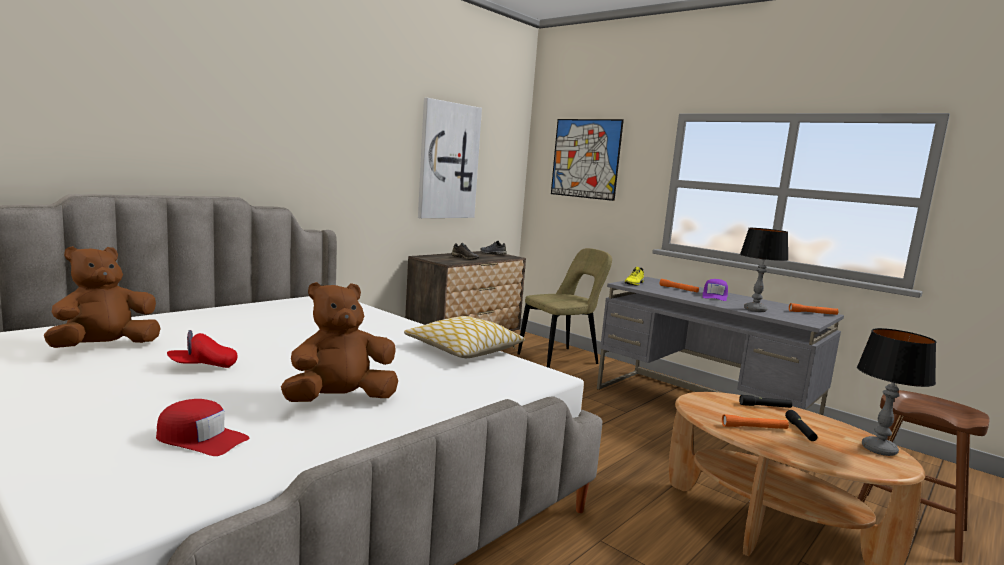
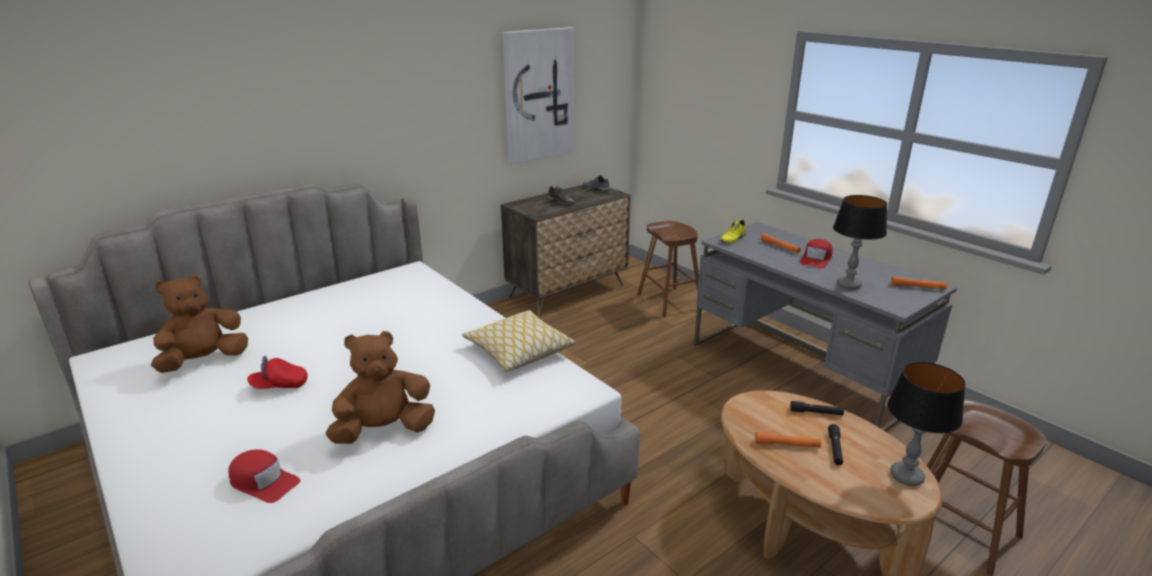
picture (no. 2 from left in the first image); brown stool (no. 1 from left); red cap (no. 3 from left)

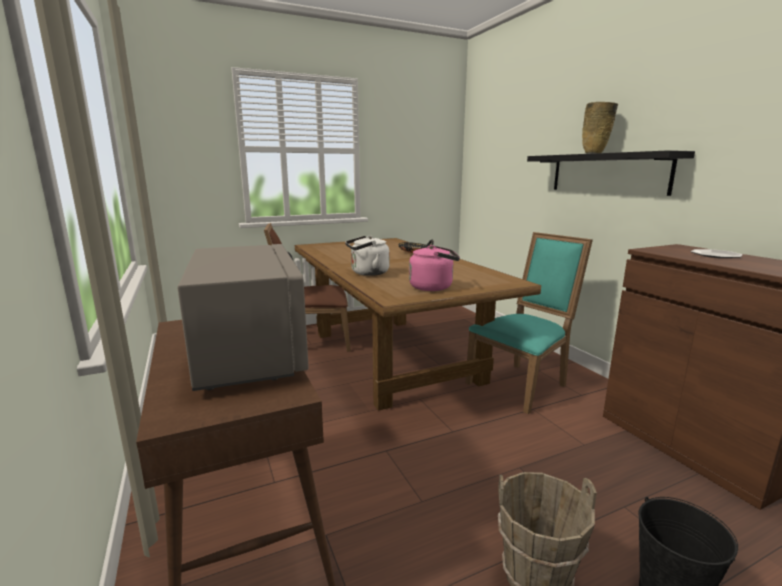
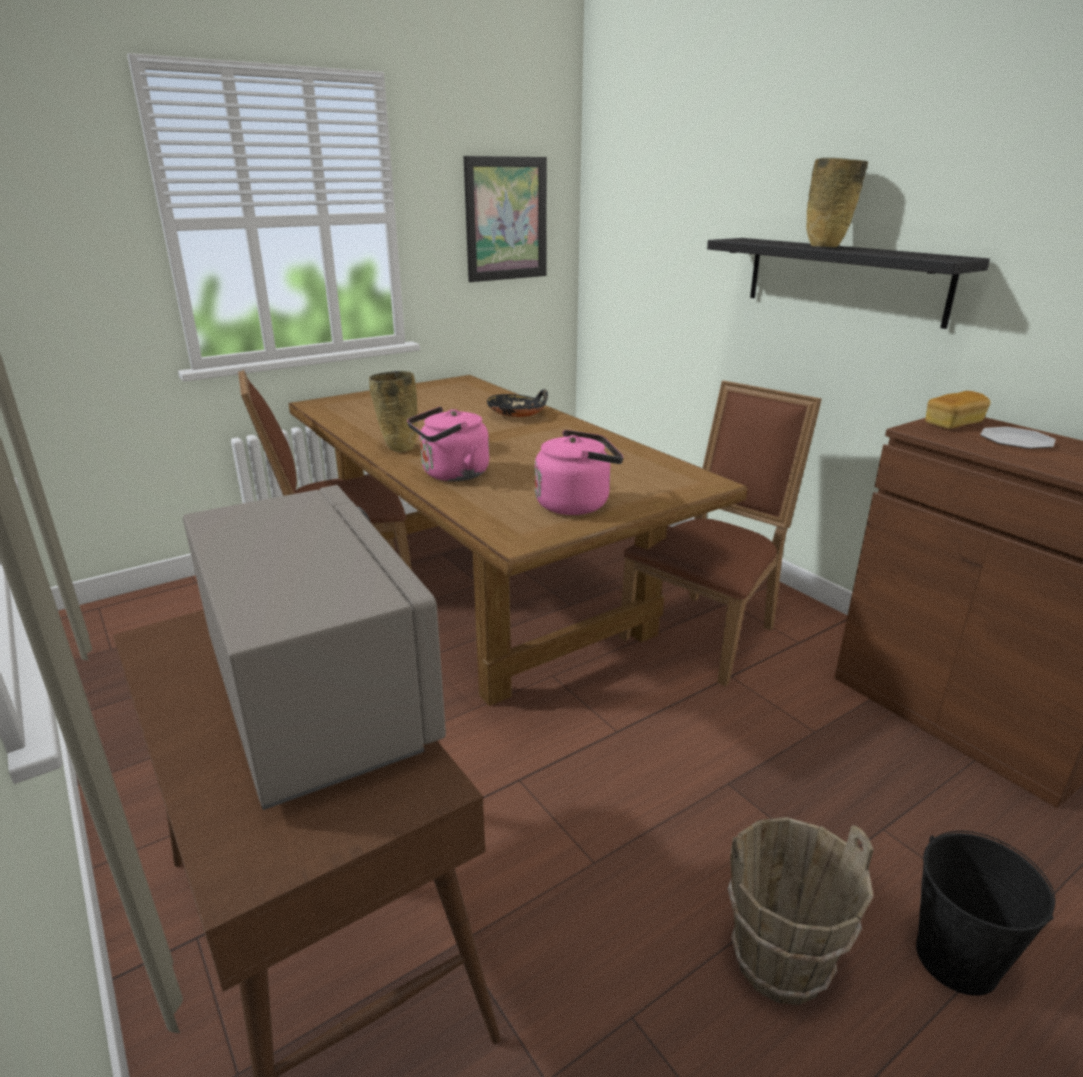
brown chair (no. 2 from left); pink kettle (no. 1 from left); picture; beige vase (no. 1 from left); bread

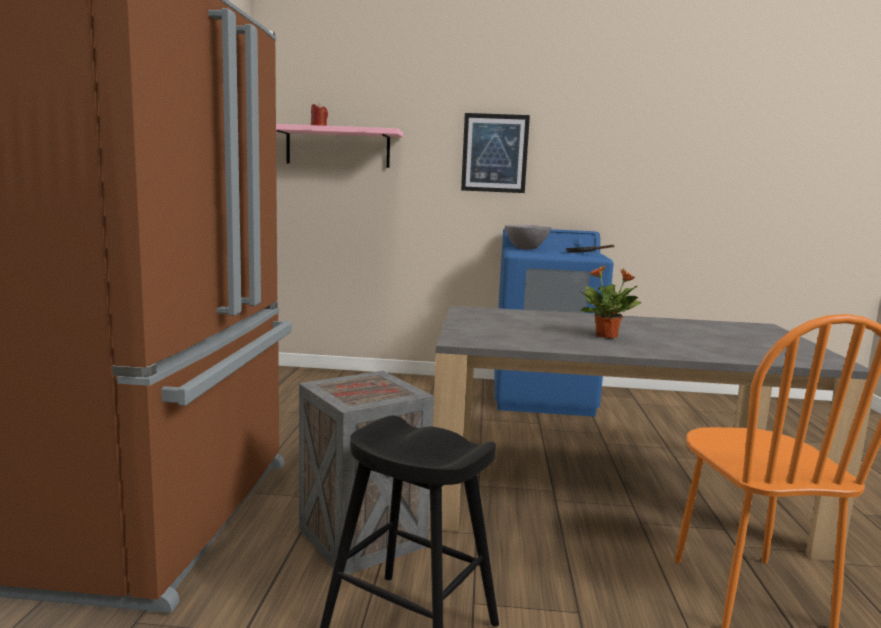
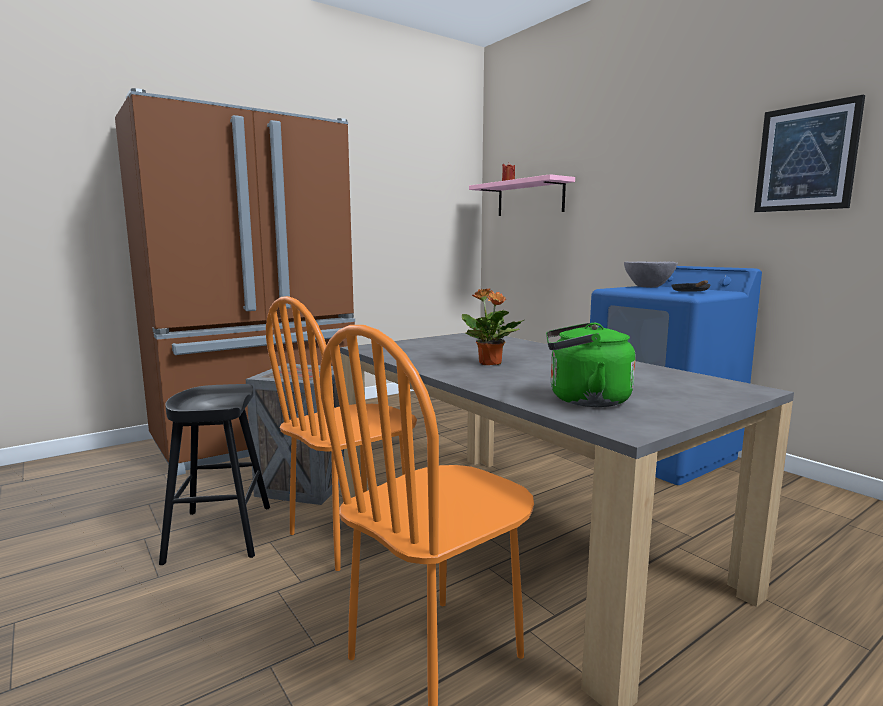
picture; orange chair (no. 1 from left); green kettle

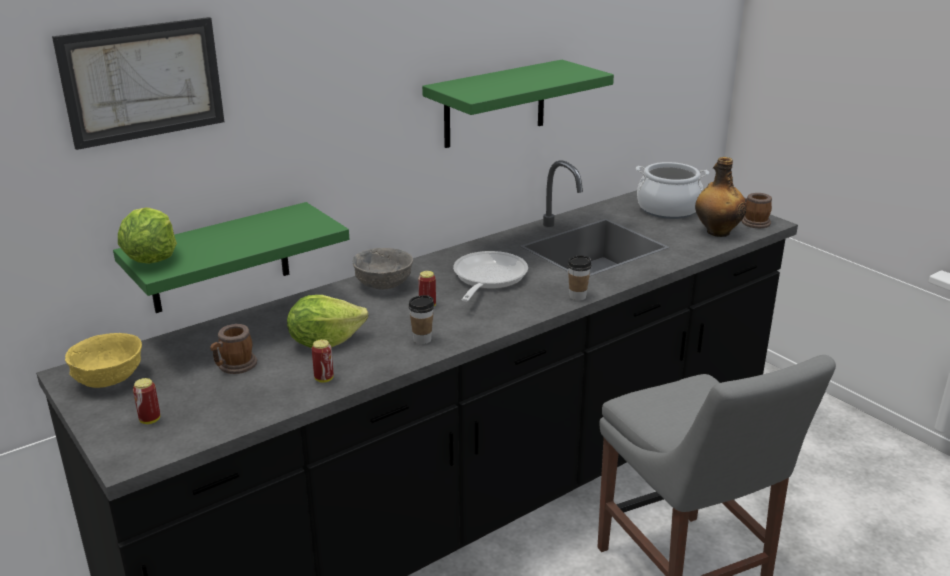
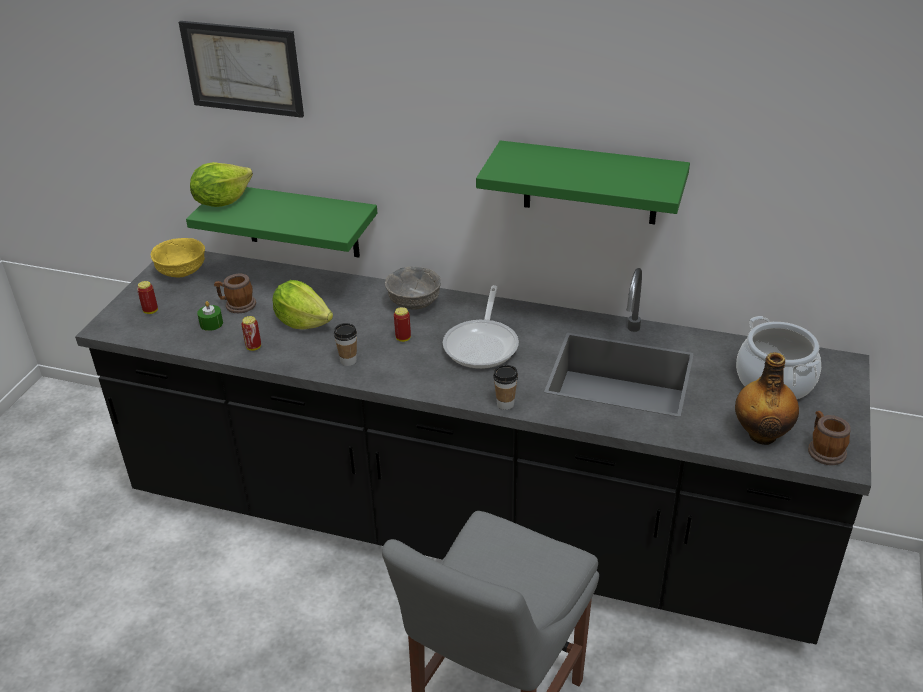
frying pan; green candle

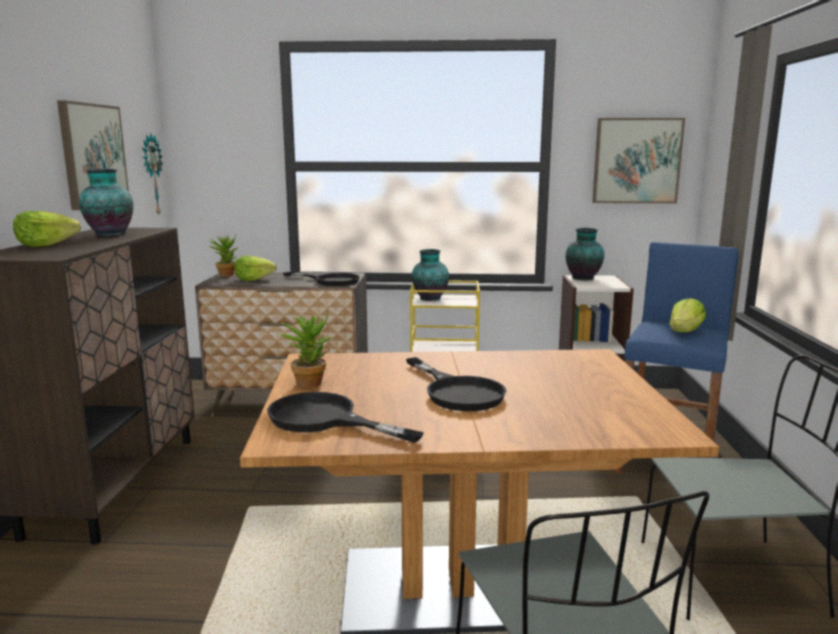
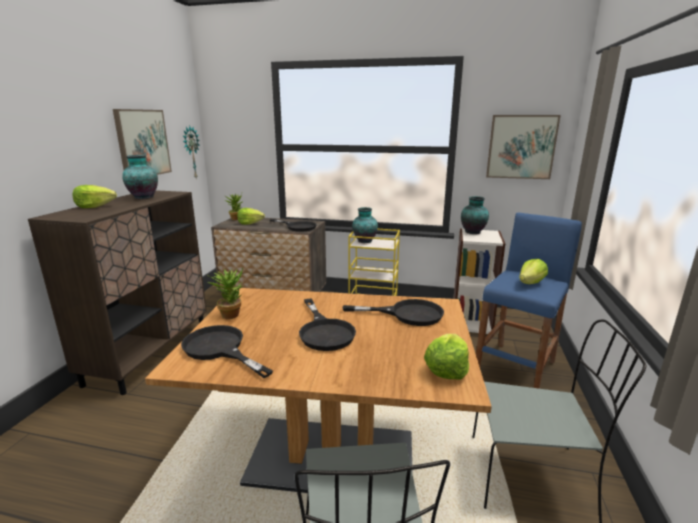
black frying pan (no. 4 from left); lettuce (no. 3 from left)

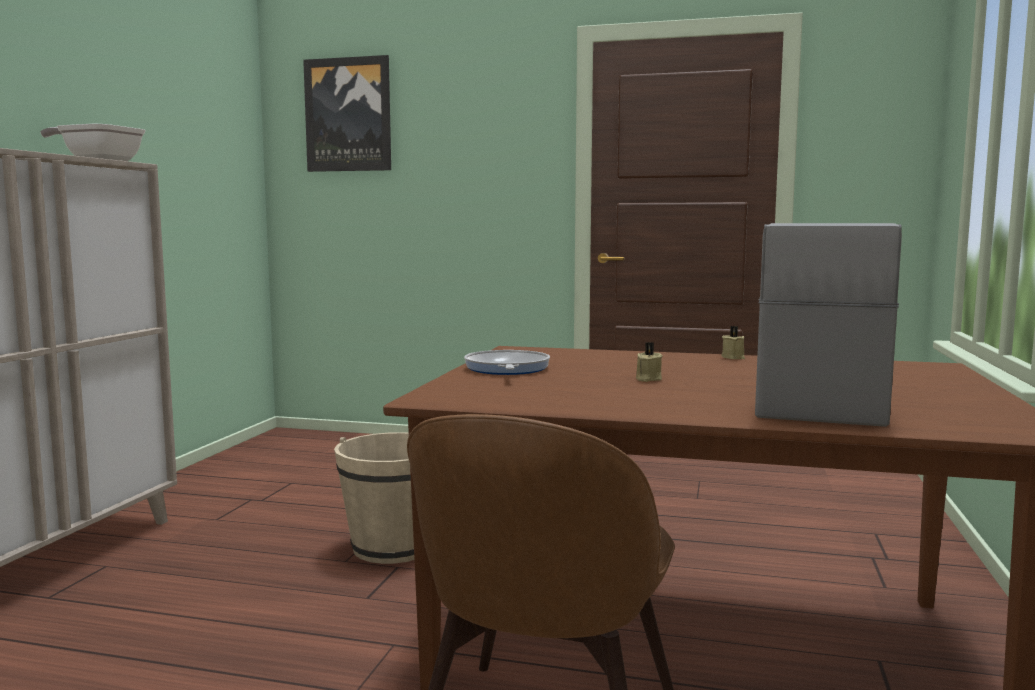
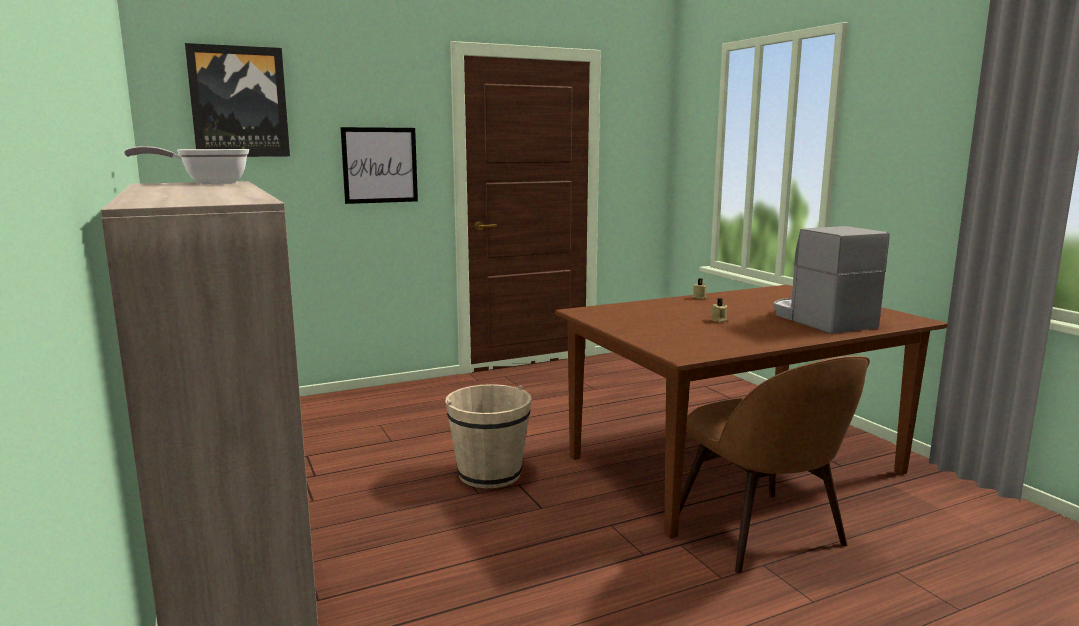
frying pan (no. 2 from left in the first image); picture (no. 2 from left)

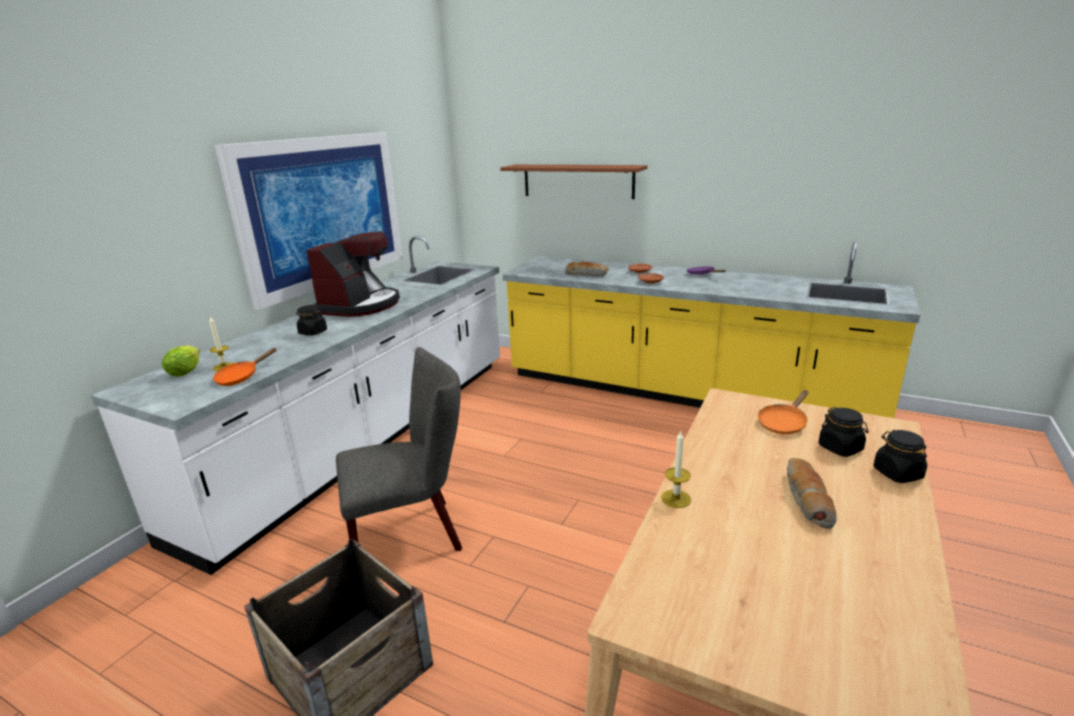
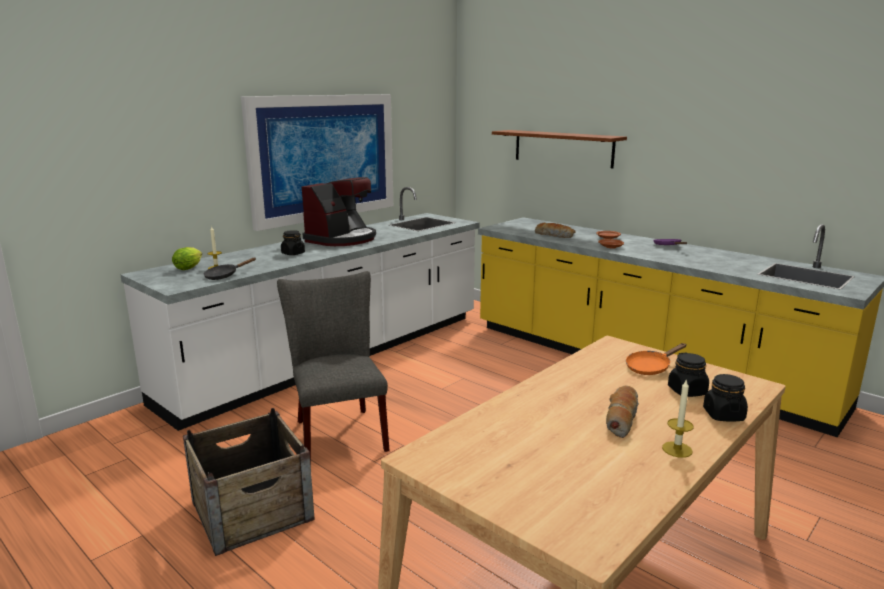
grey chair; black frying pan; candle (no. 2 from left)

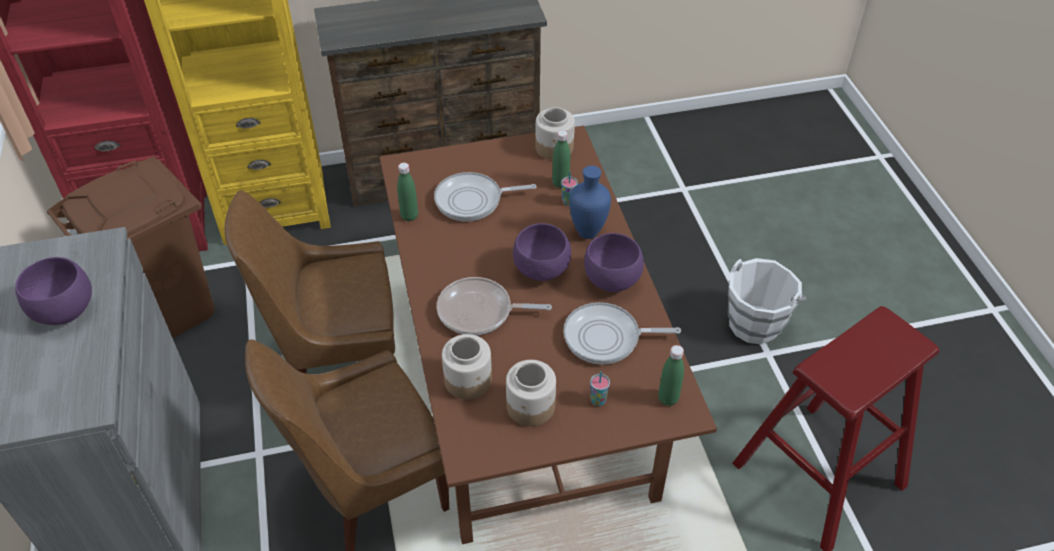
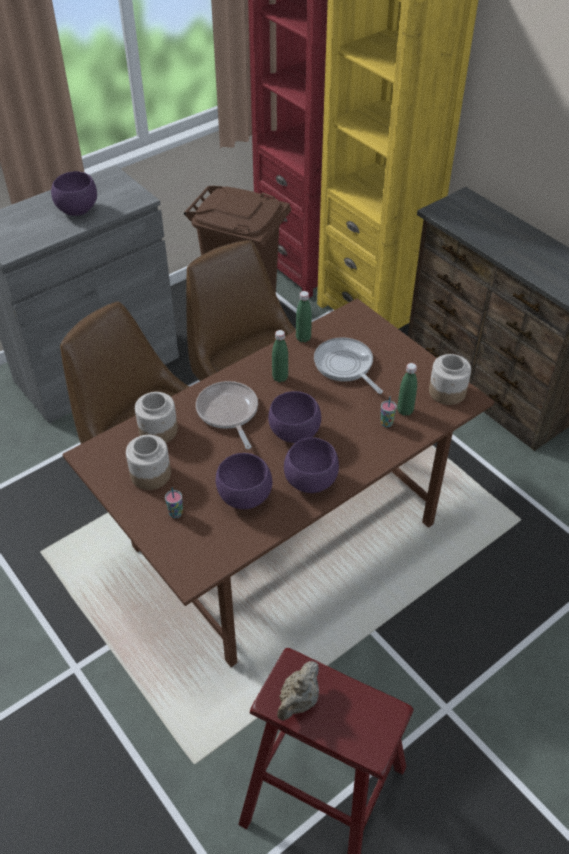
blue vase; white bucket; purple bowl (no. 2 from left); green bottle (no. 1 from left); beige teapot

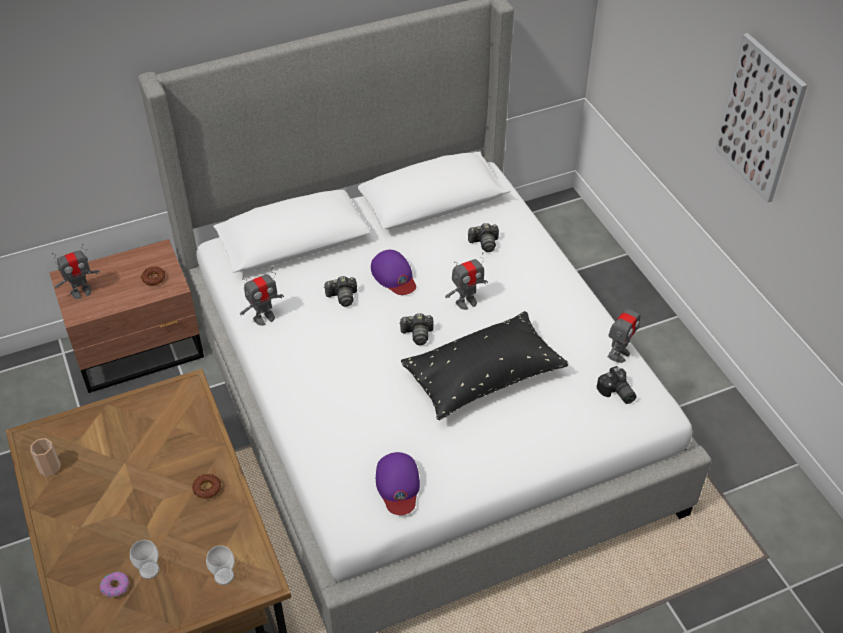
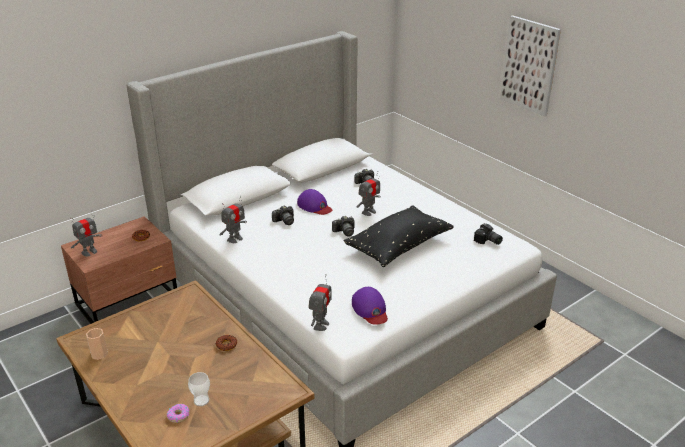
toy robot (no. 3 from left); cup (no. 3 from left in the first image)

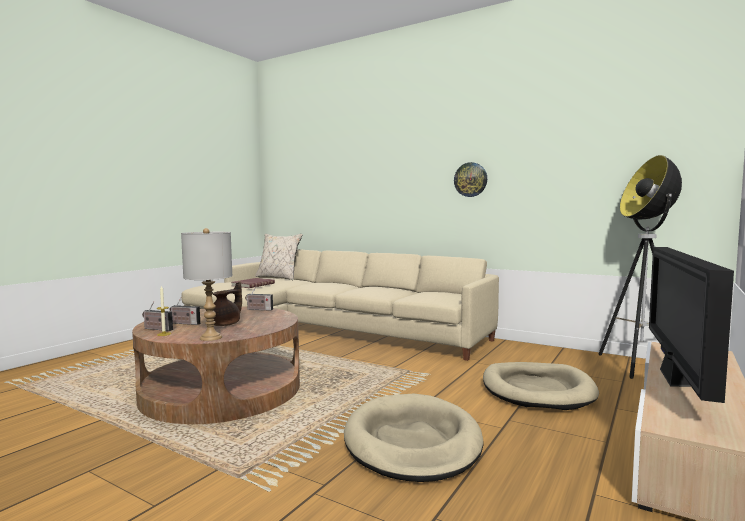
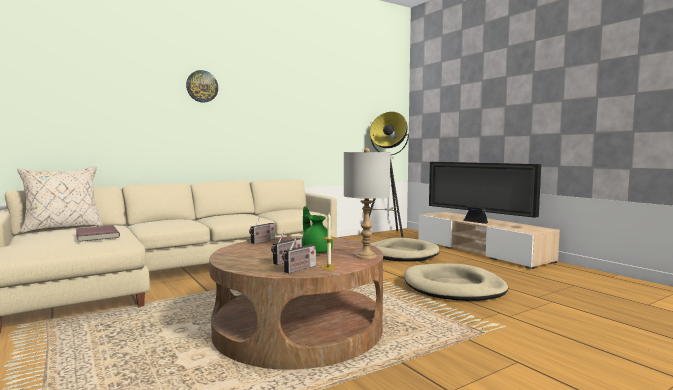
wall clock; green teapot

